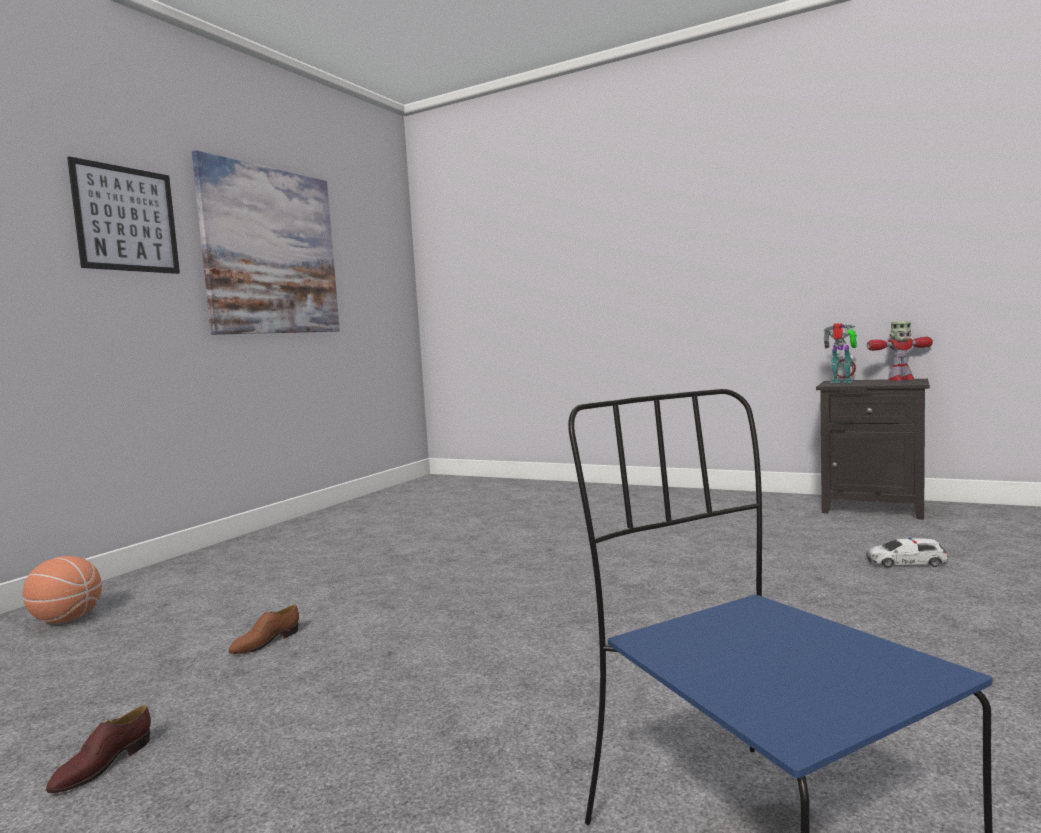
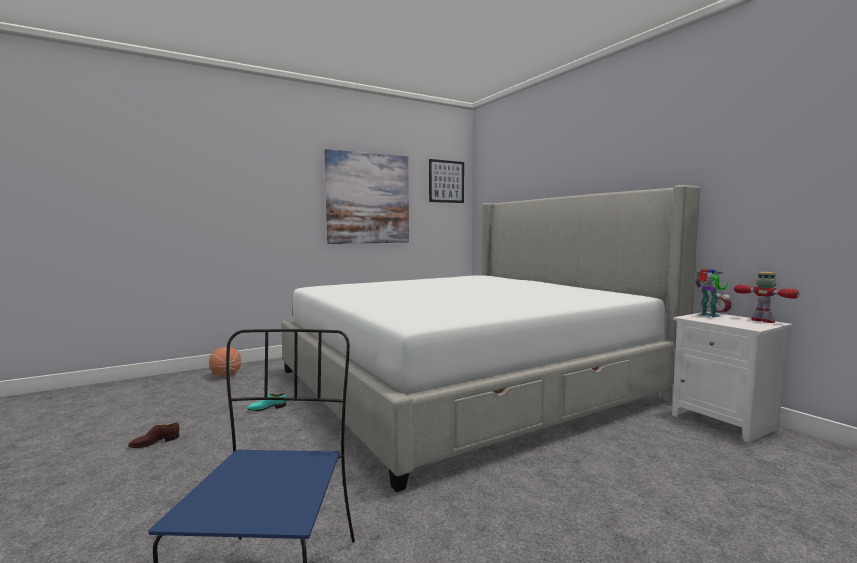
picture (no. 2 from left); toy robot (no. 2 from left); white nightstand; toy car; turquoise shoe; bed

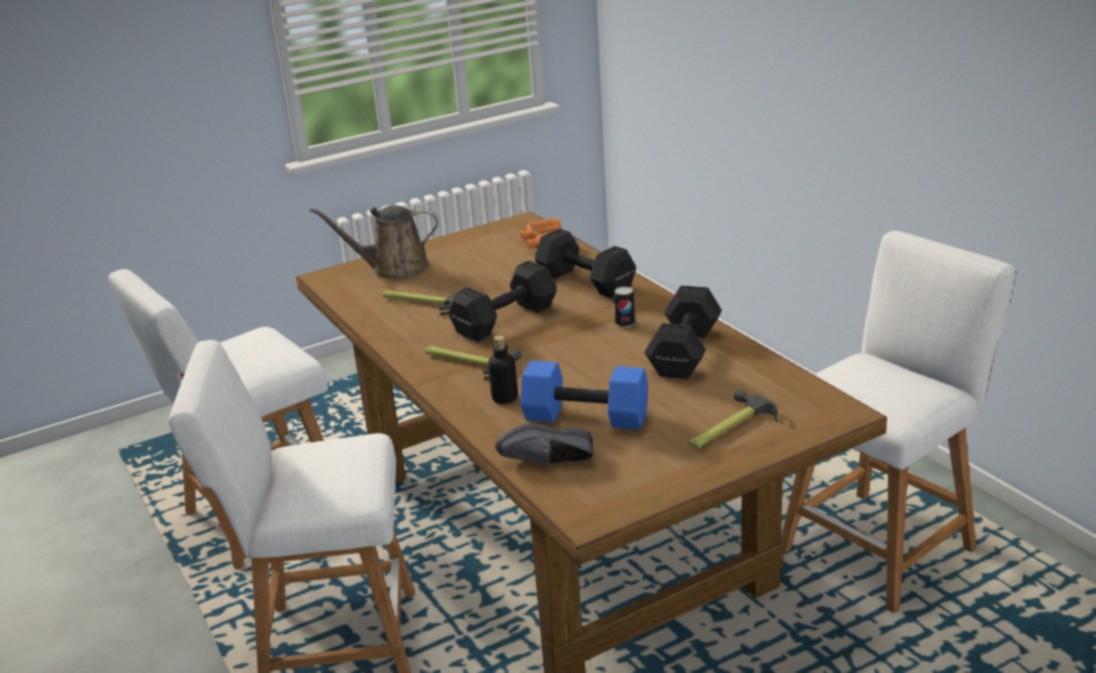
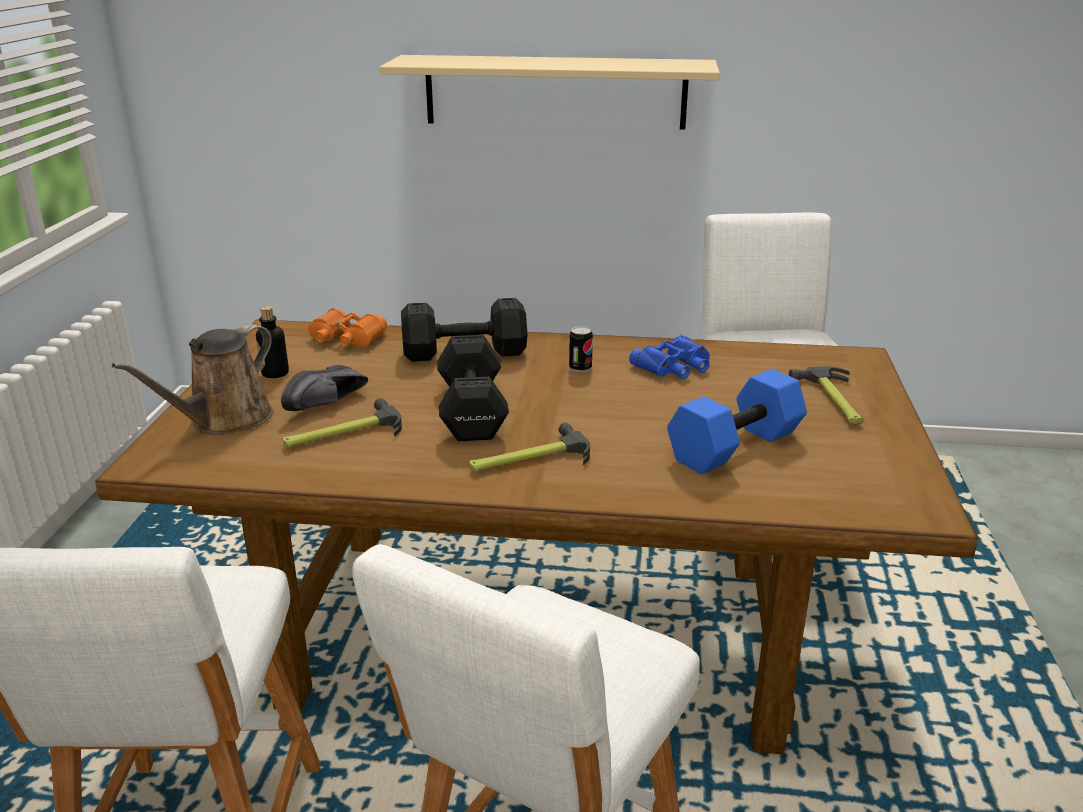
blue binoculars; bottle; black shoe; beige shelf

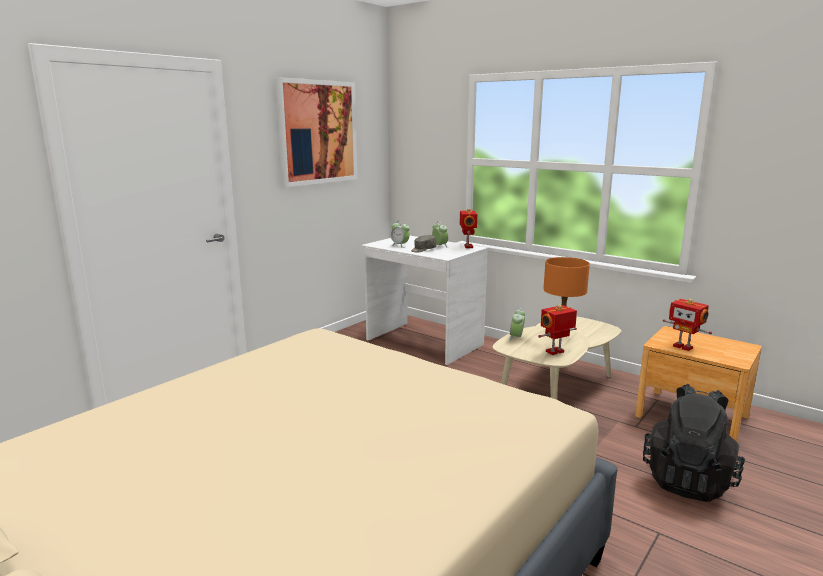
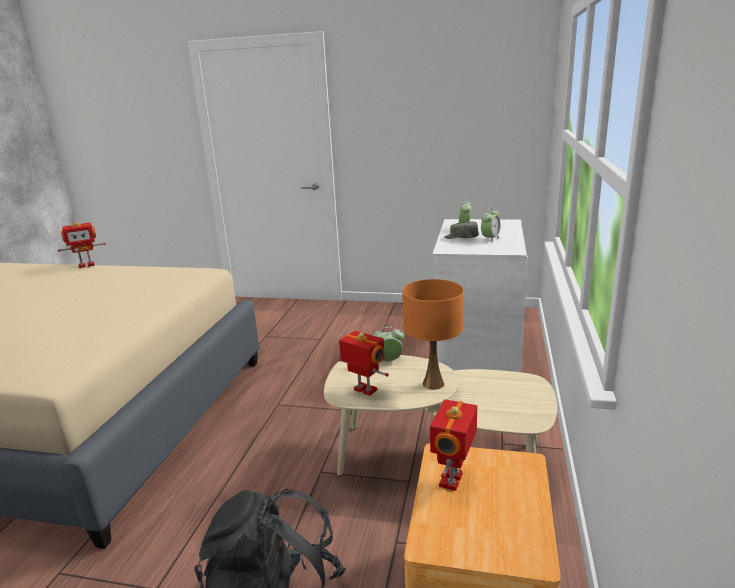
picture; toy robot (no. 1 from left)

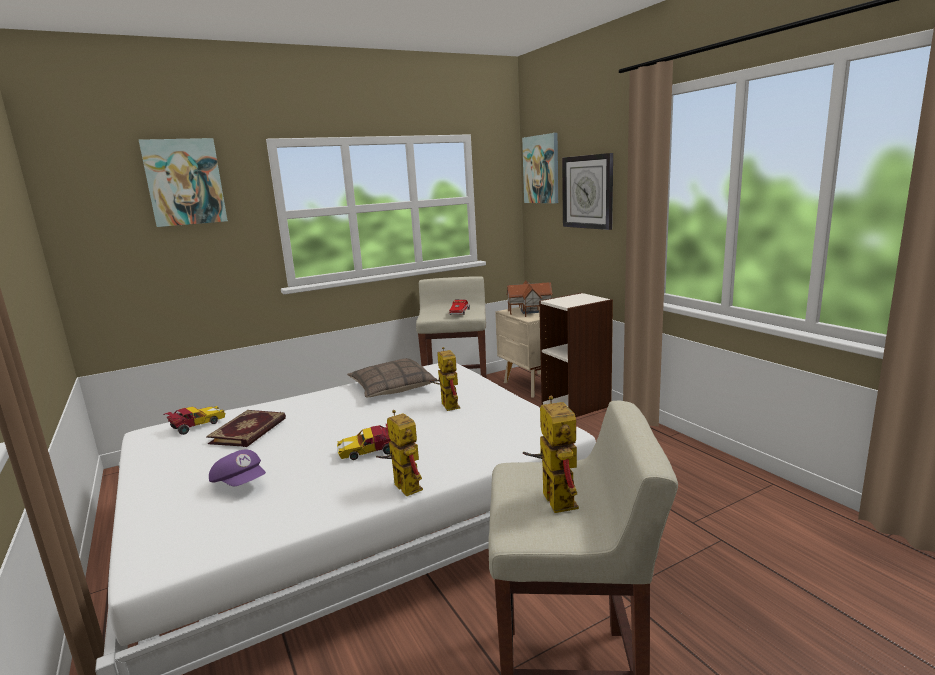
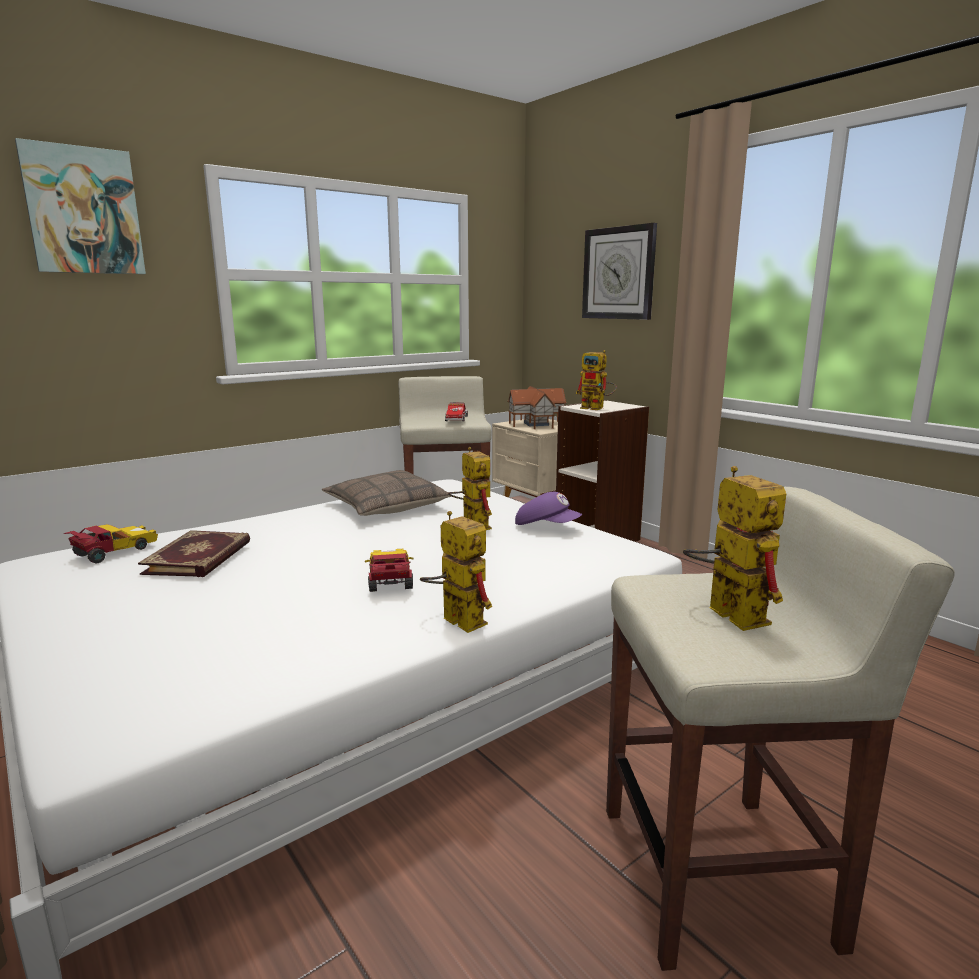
picture (no. 2 from left in the first image); toy car (no. 2 from left); purple cap; toy robot (no. 3 from left)

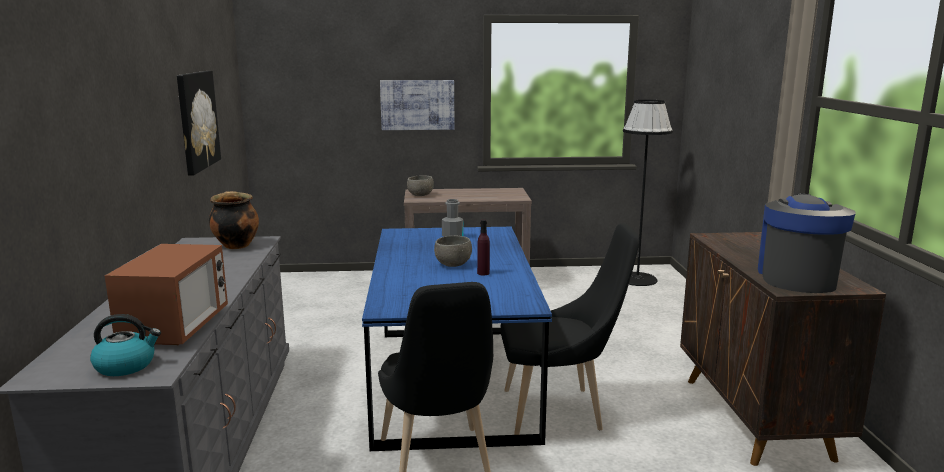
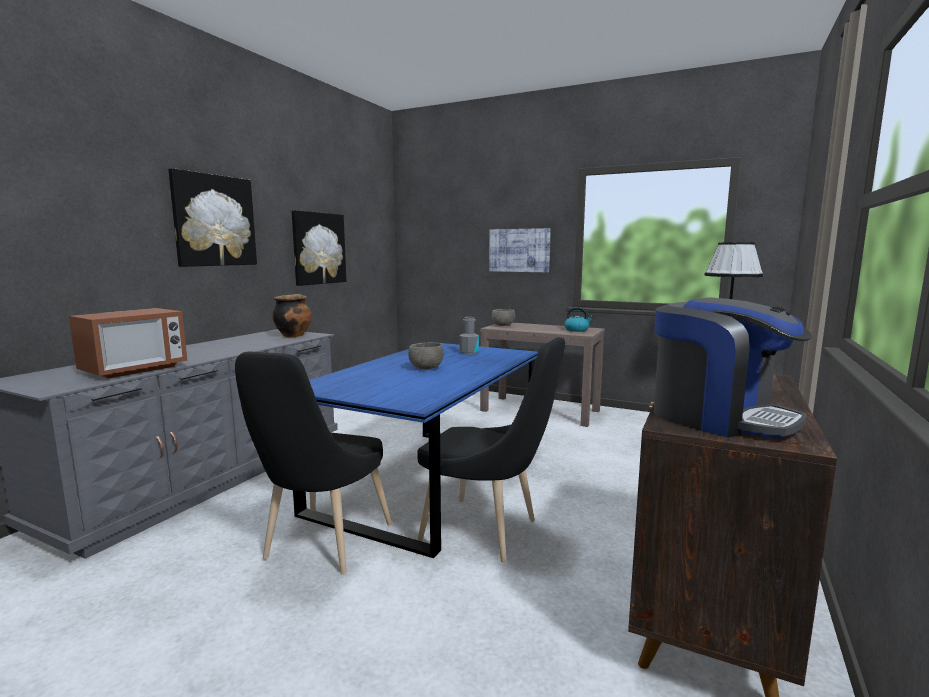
coffee machine; purple bottle; kettle; picture (no. 1 from left)

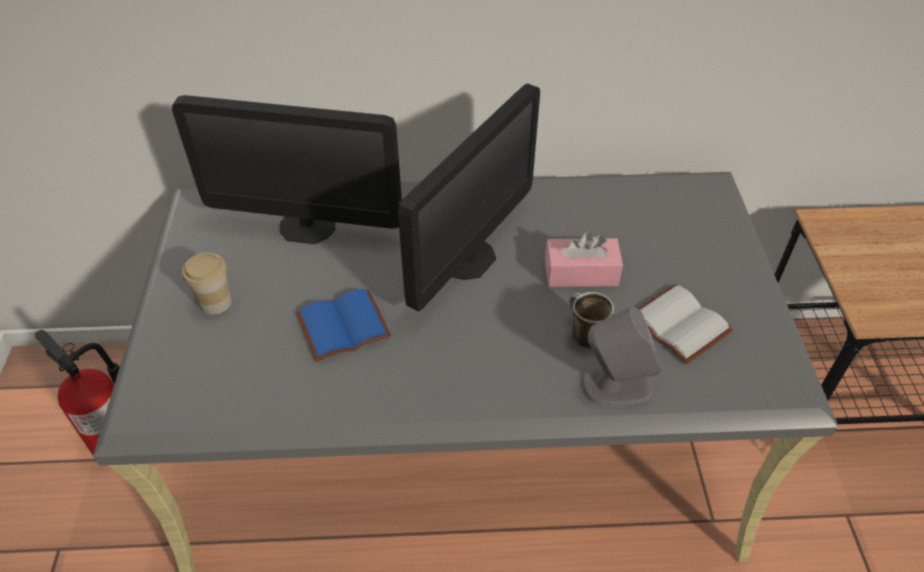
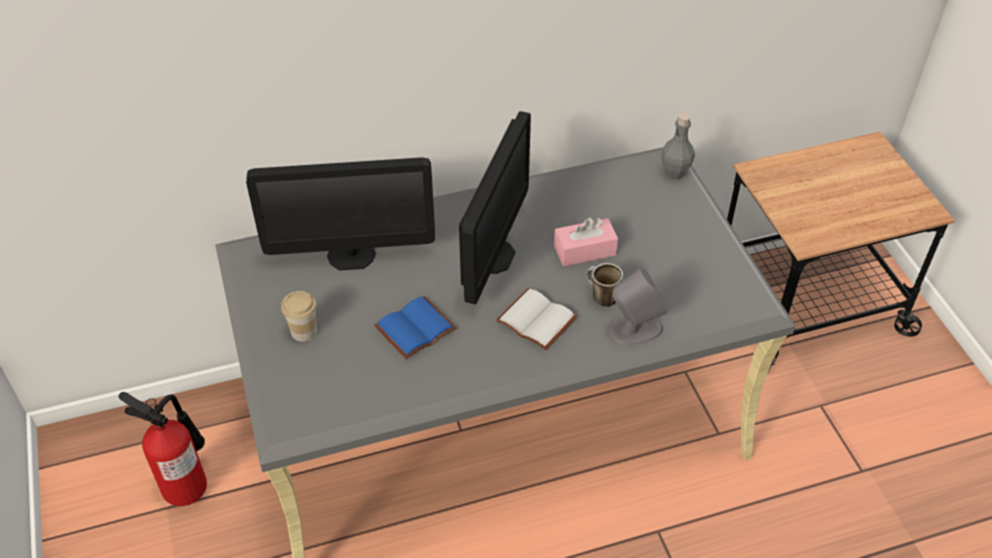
white book; grey bottle

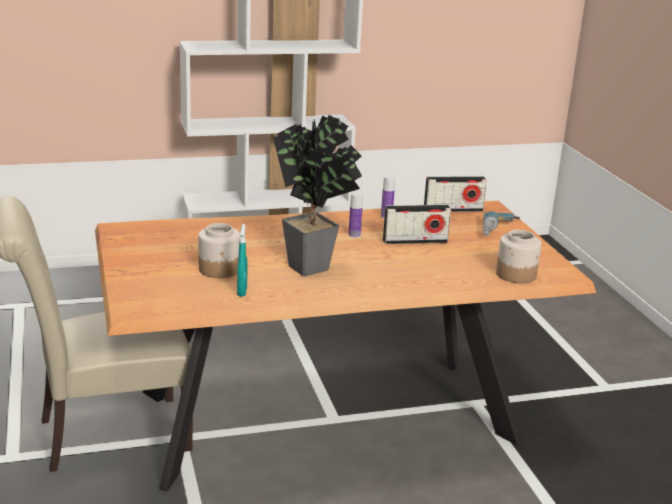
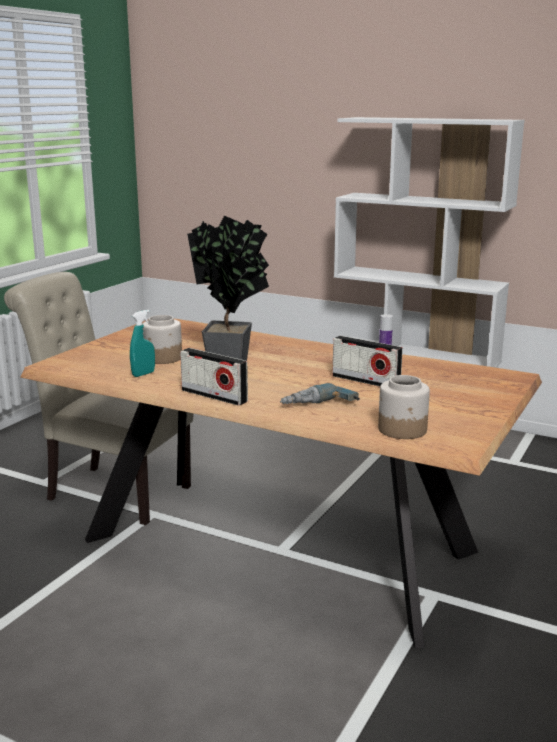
radio (no. 1 from left); bottle (no. 1 from left in the first image); power drill

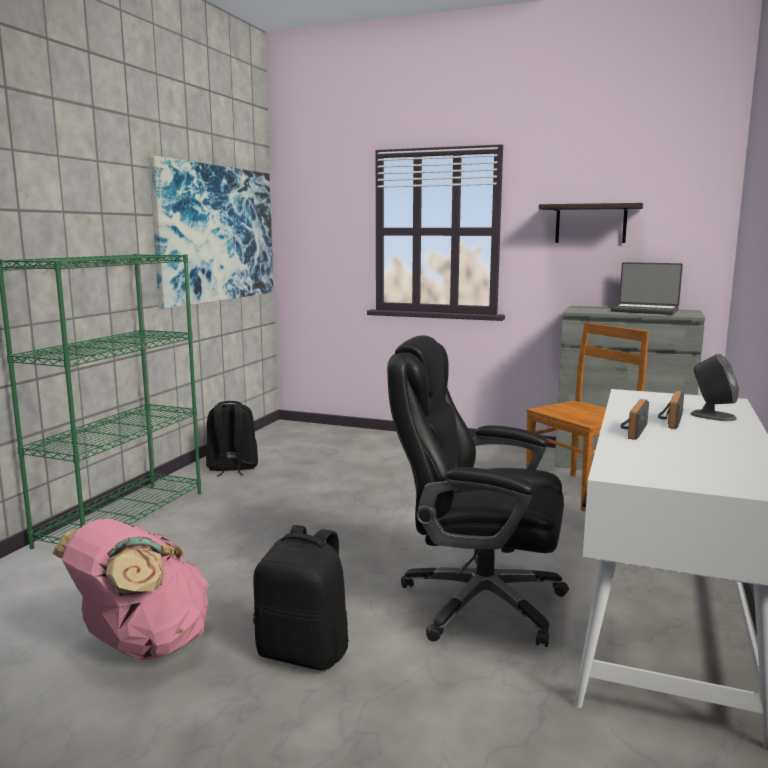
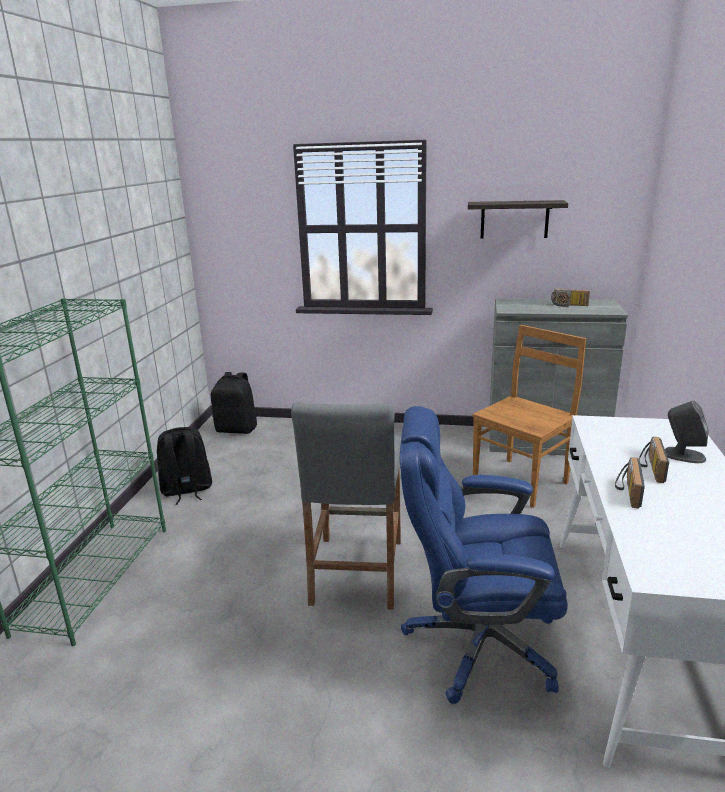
picture; radio (no. 1 from left); blue office chair; pink backpack; black backpack (no. 2 from left); grey stool

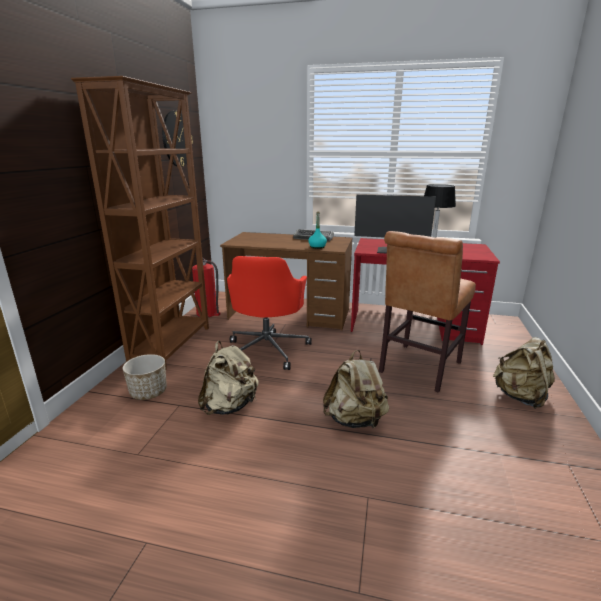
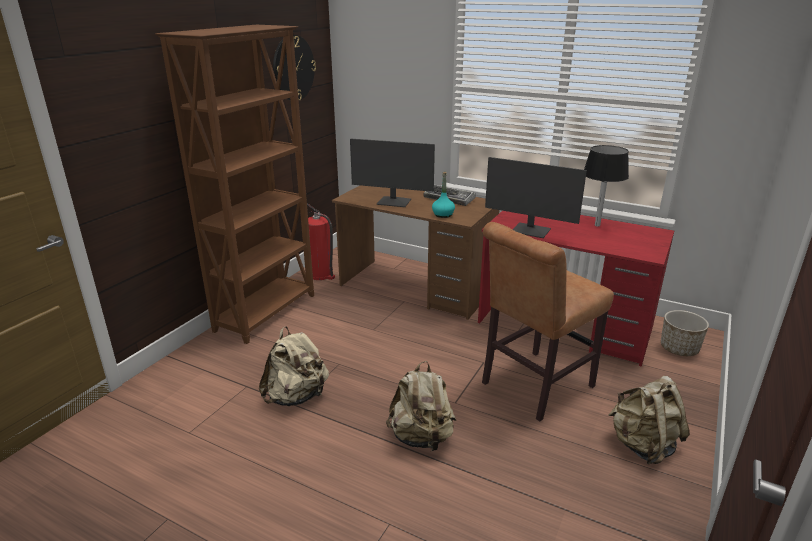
red office chair; planter; monitor (no. 1 from left)

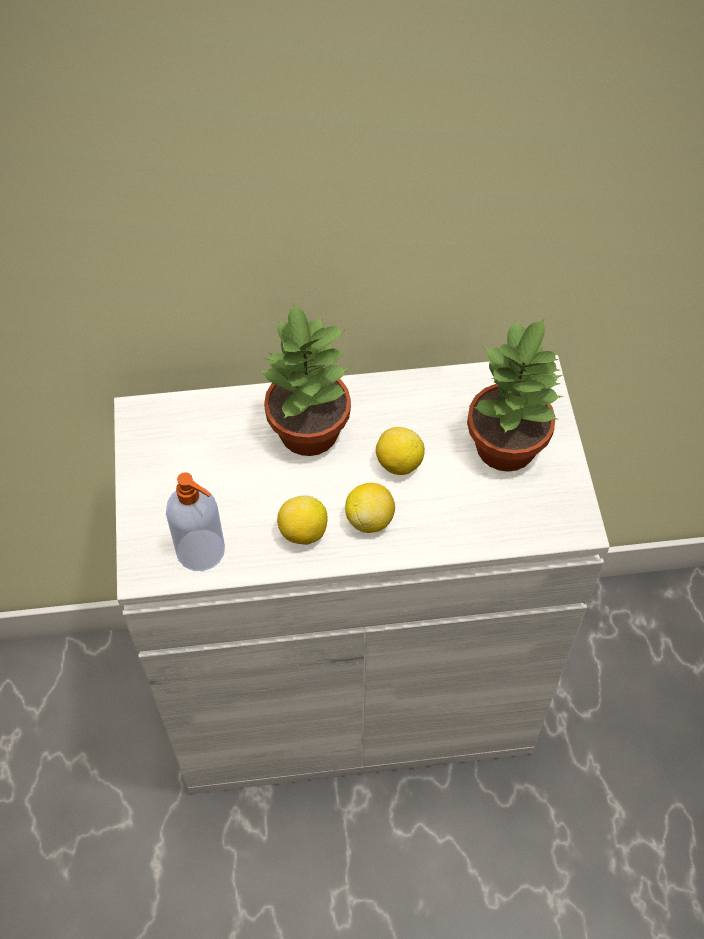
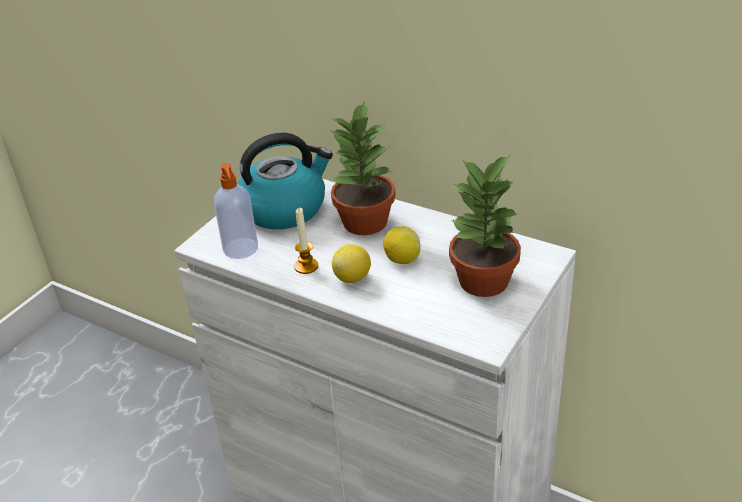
candle; kettle

